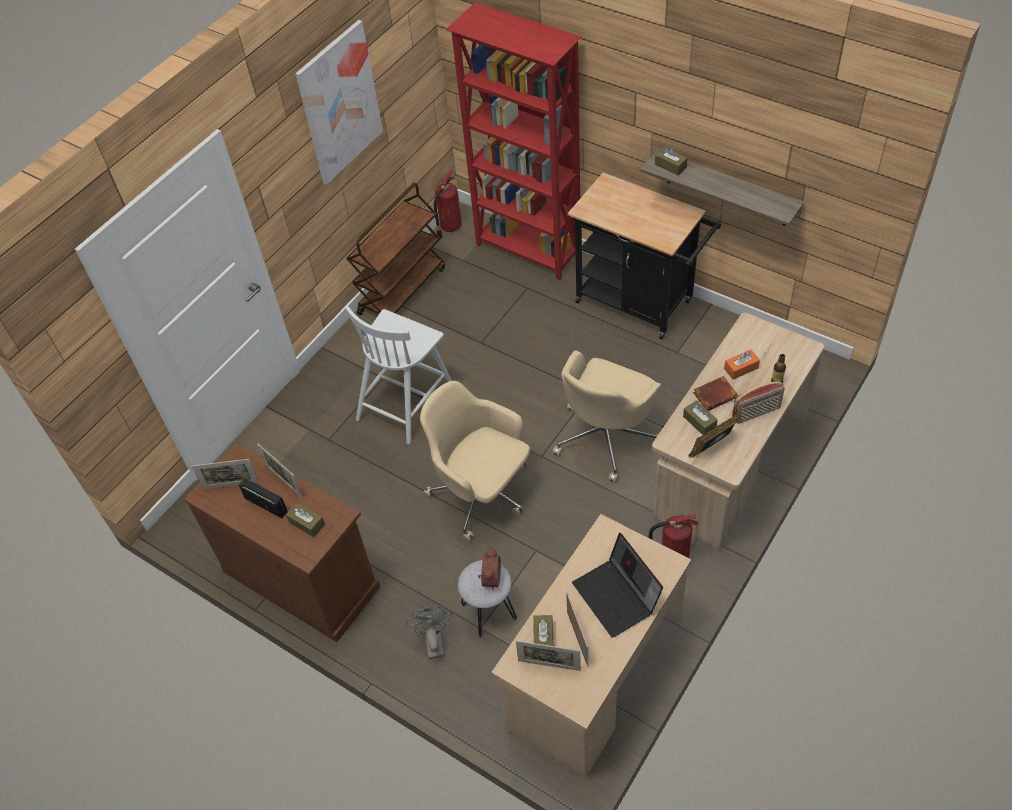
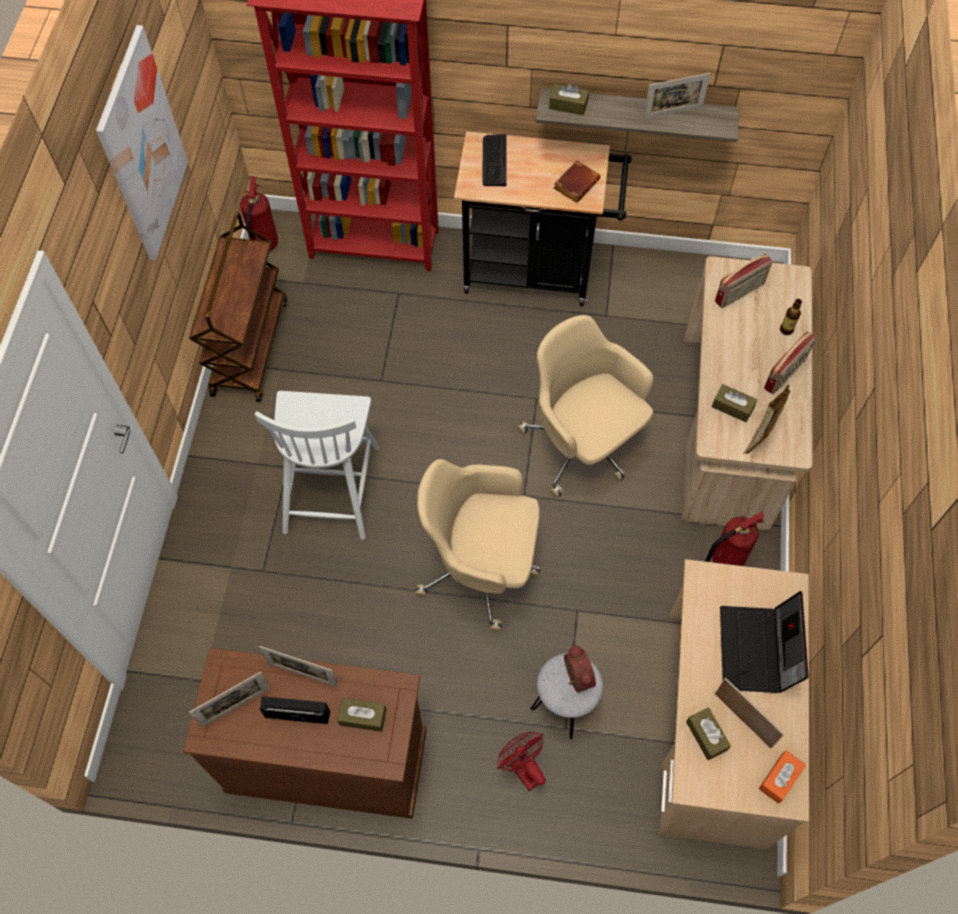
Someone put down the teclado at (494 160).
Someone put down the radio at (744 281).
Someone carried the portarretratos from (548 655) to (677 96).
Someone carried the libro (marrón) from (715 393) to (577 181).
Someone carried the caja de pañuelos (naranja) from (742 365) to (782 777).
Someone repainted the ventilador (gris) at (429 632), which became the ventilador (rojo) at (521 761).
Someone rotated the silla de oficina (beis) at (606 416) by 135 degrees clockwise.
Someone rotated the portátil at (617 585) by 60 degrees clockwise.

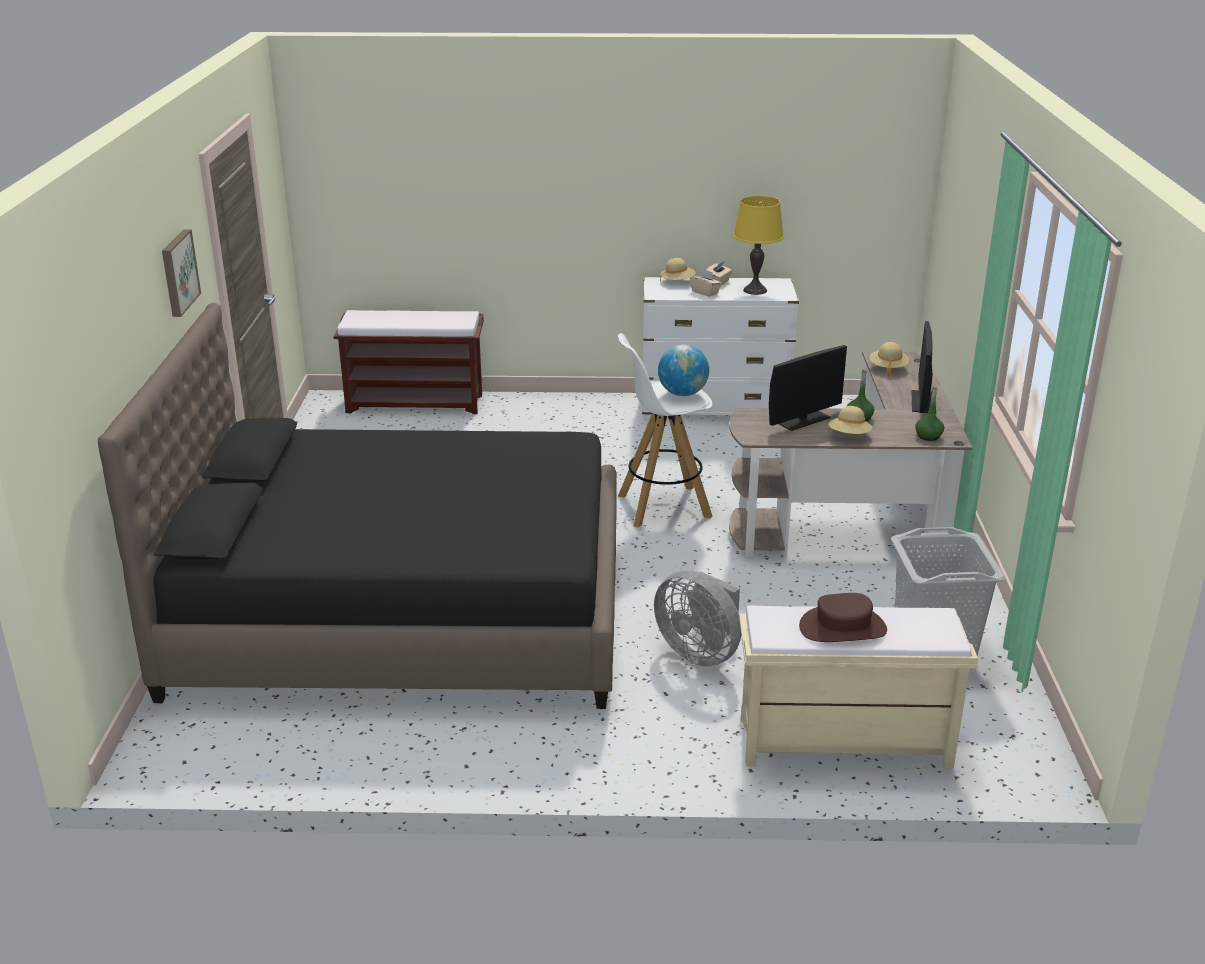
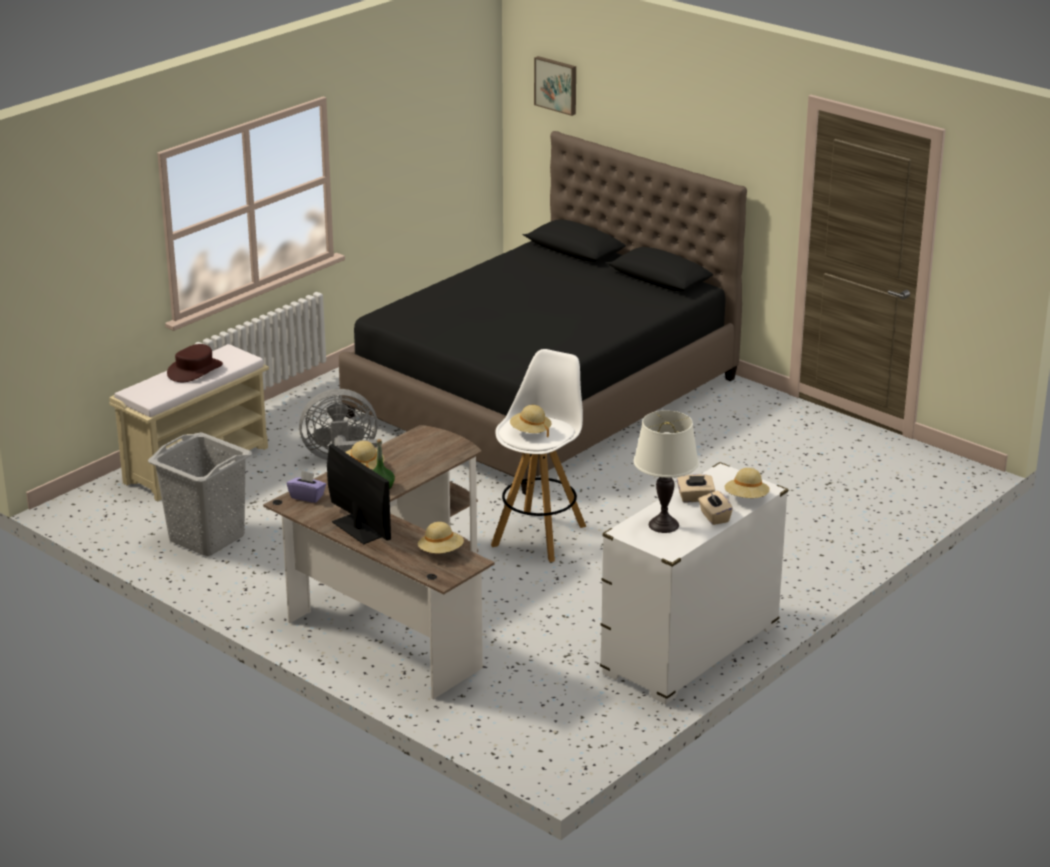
Someone took away the banco (marrón) at (408 362).
Someone took away the monitor at (808 388).
Someone carried the cuadro from (181 273) to (555 86).
Someone swapped the globo terráqueo at (683 370) for the sombrero (beis) at (530 421).
Someone swapped the botella (verde) at (929 413) for the caja de pañuelos (morado) at (306 486).
Someone repainted the lámpara de mesa (amarillo) at (758 245), which became the lámpara de mesa (blanco) at (666 471).

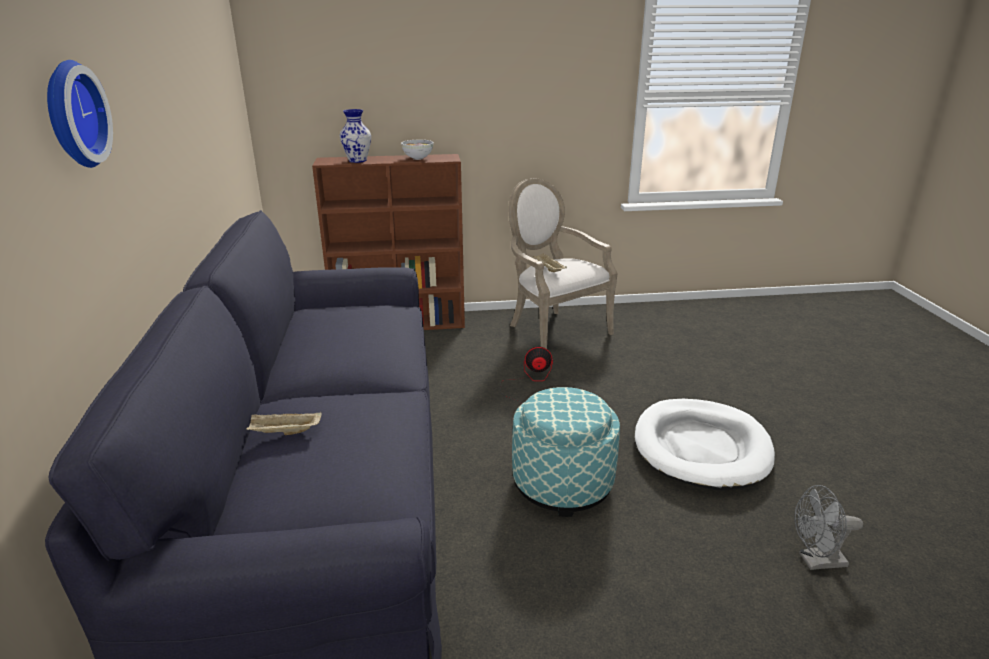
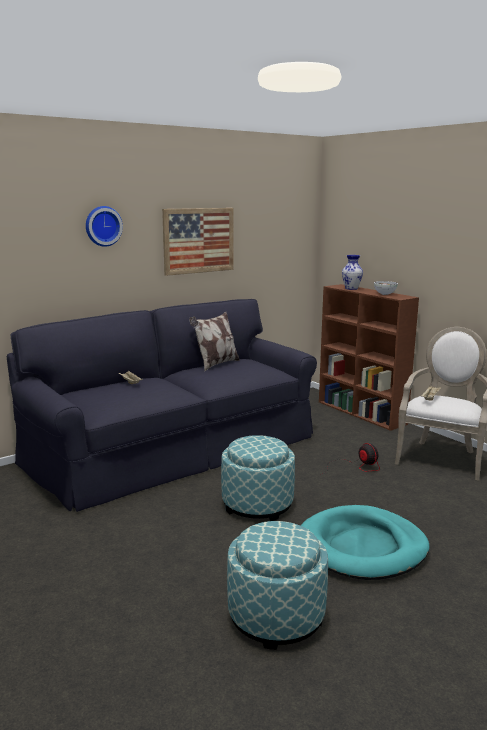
Someone put up the cuadro at (197 242).
Someone put down the cojín at (214 341).
Someone swapped the ventilador (gris) at (828 527) for the puf at (277 585).
Someone repainted the cama para perro (blanco) at (705 445), which became the cama para perro (turquesa) at (365 542).

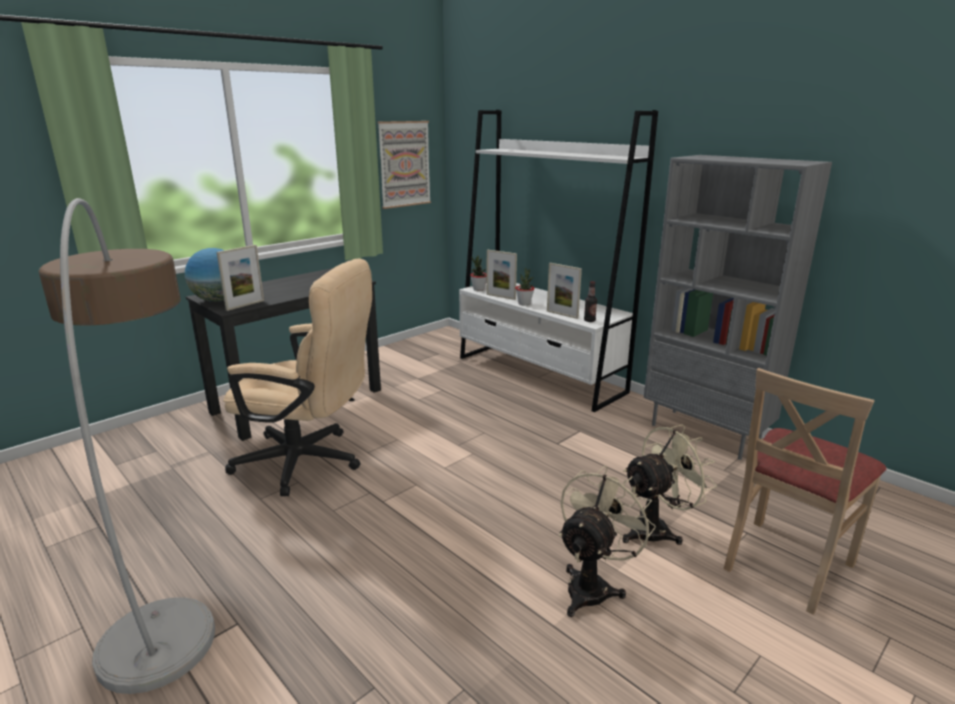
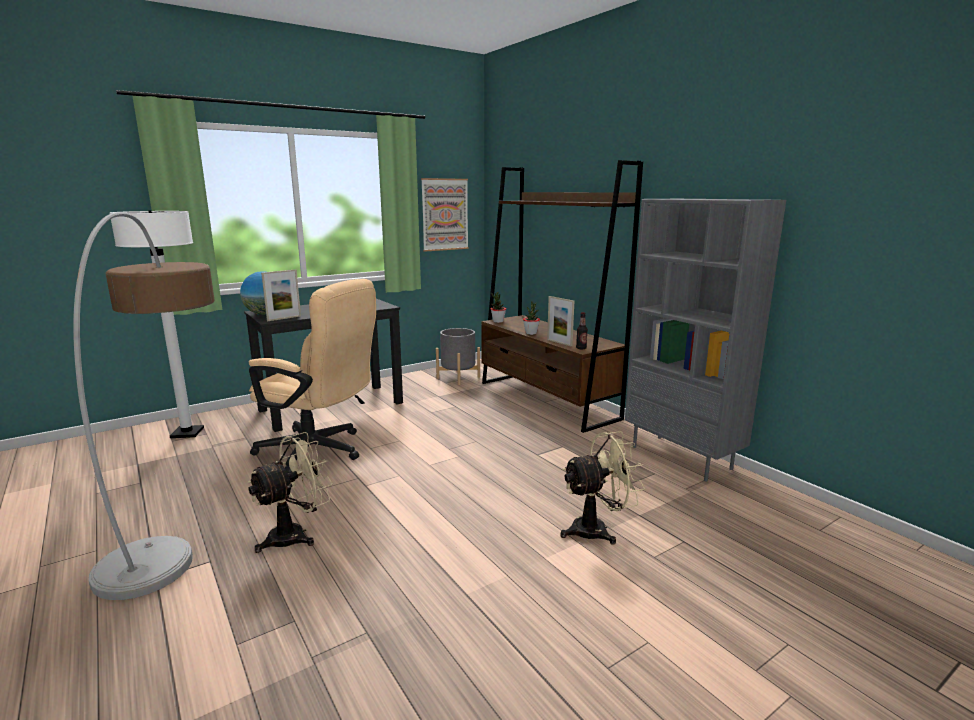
Someone took away the portarretratos at (501 275).
Someone took away the silla (beis) at (805 491).
Someone put down the lámpara de pie (blanco) at (157 324).
Someone put down the maceta (gris) at (458 356).
Someone carried the ventilador (beis) from (607 541) to (290 492).
Someone repainted the estantería (blanco) at (558 261), which became the estantería (marrón) at (562 296).

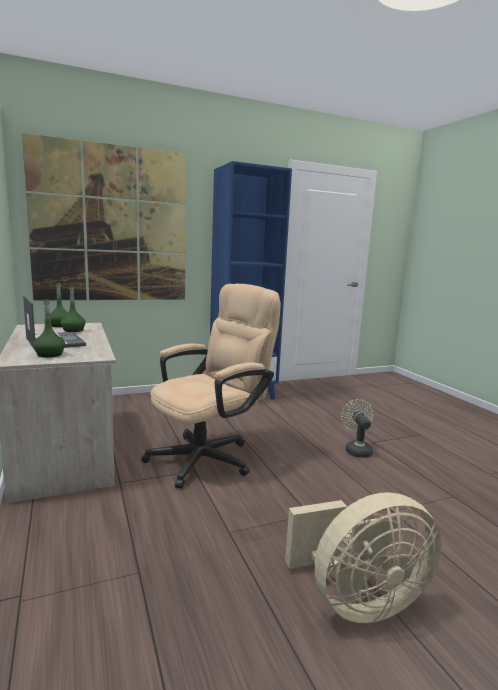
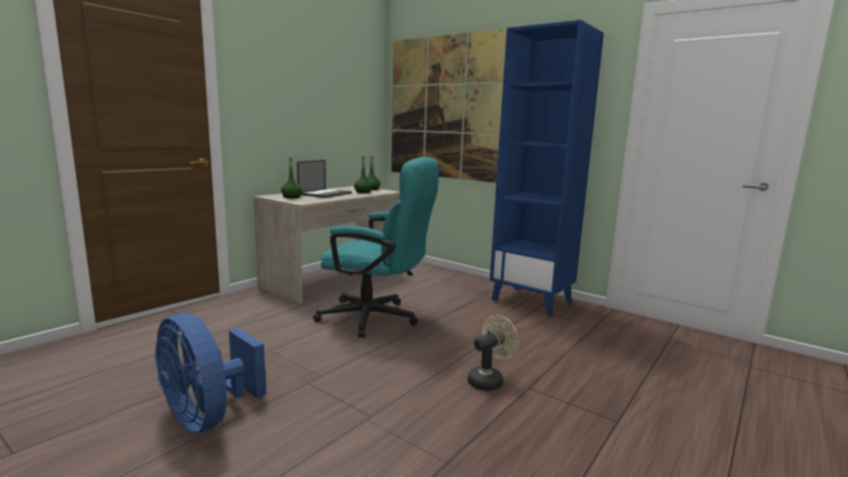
Someone repainted the silla de oficina (beis) at (211 386), which became the silla de oficina (turquesa) at (376 247).
Someone repainted the ventilador (beis) at (363 557), which became the ventilador (azul) at (210 373).

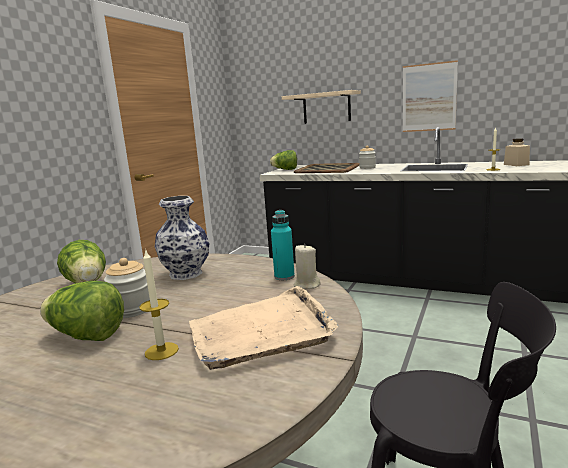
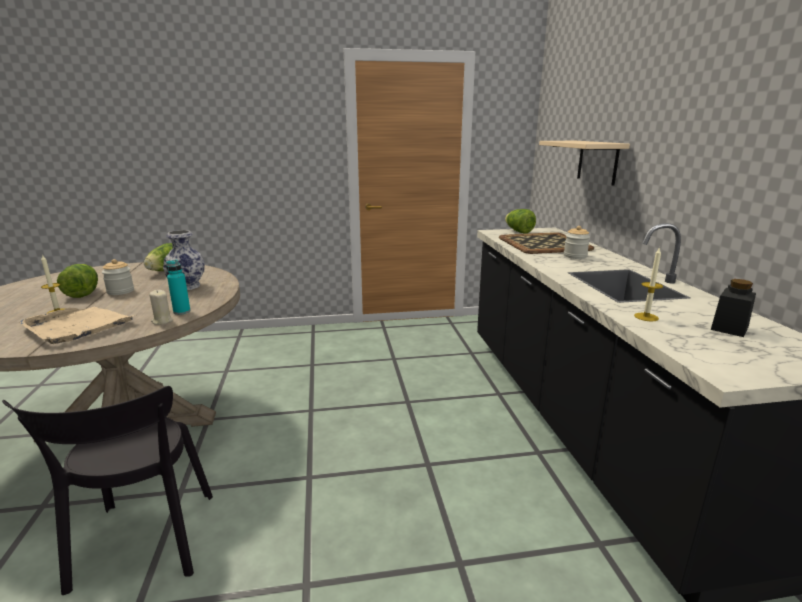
Someone took away the cuadro at (430 96).
Someone repainted the tarro (beis) at (517 152), which became the tarro (negro) at (733 308).

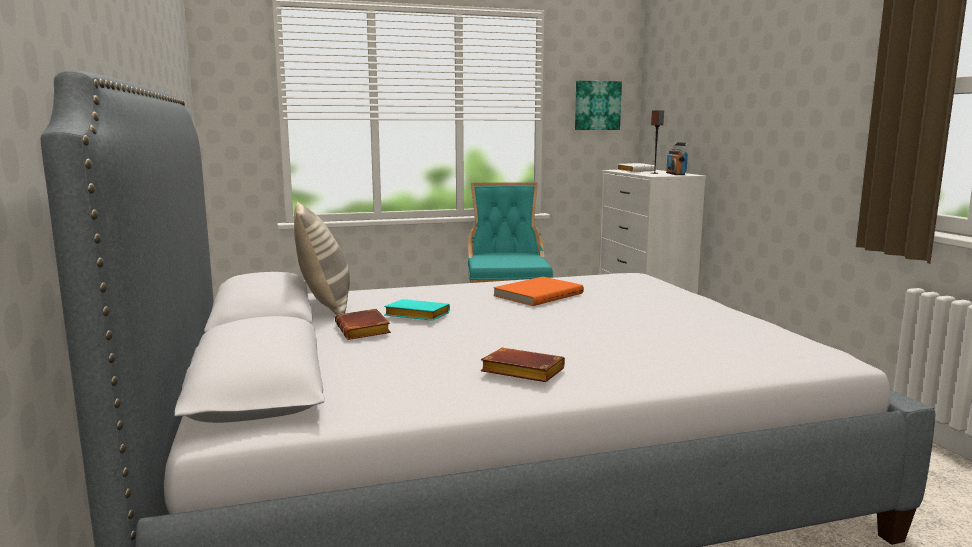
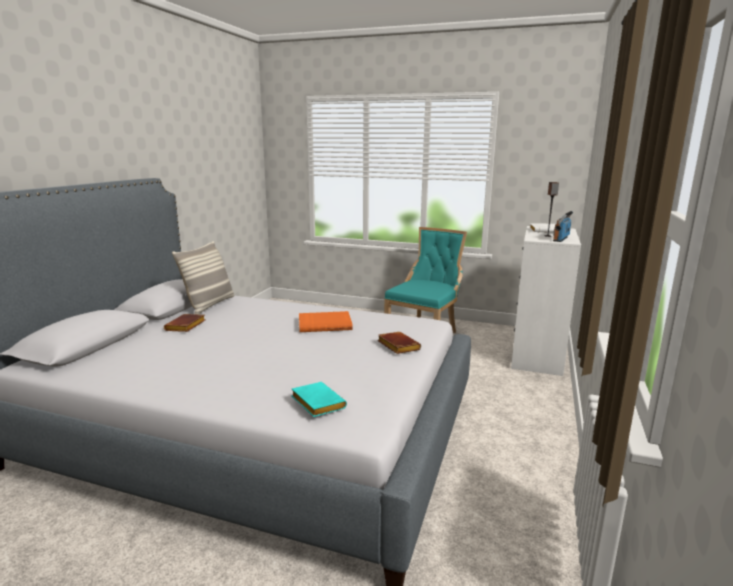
Someone took away the cuadro at (598 105).
Someone carried the libro (turquesa) from (417 310) to (319 399).
Someone carried the libro (marrón) from (523 365) to (399 343).

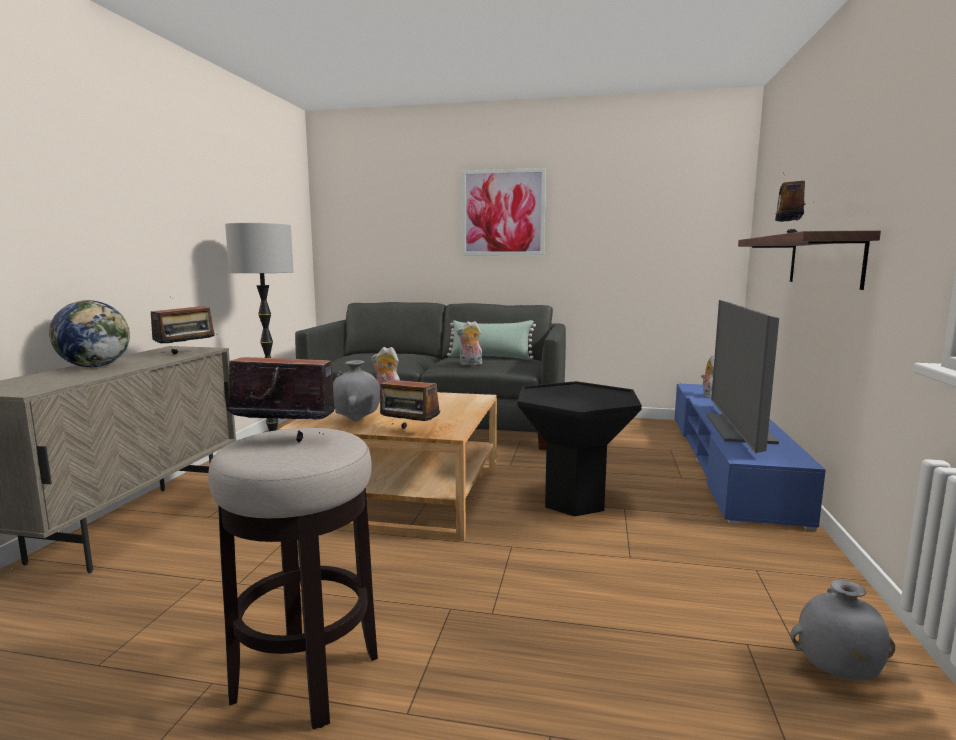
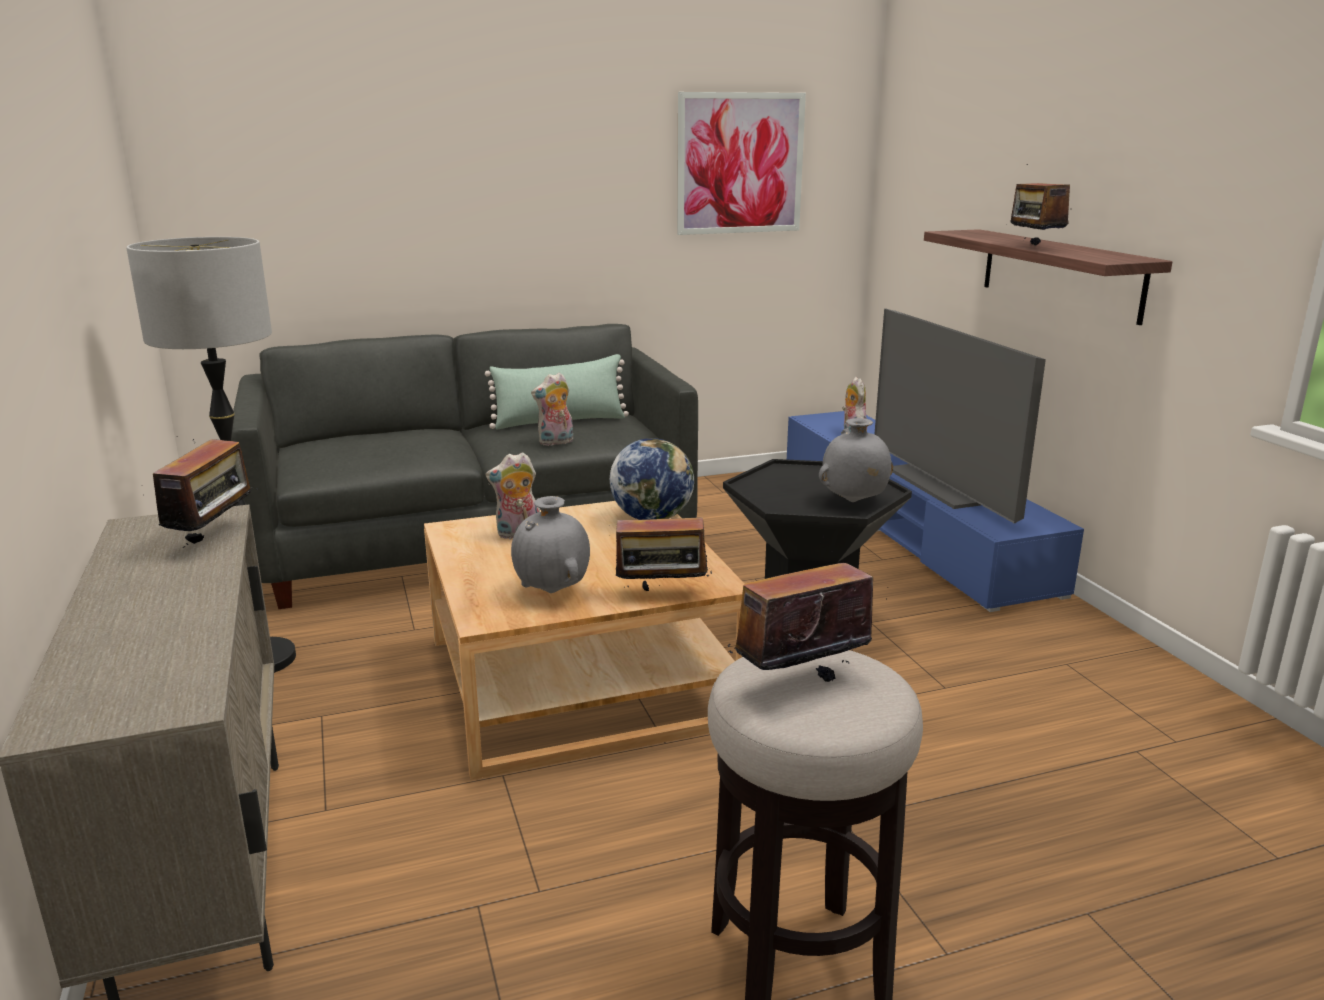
Someone carried the globo terráqueo from (89 333) to (652 479).
Someone carried the cuadro from (504 211) to (741 163).
Someone carried the florero (gris) from (842 630) to (856 460).

